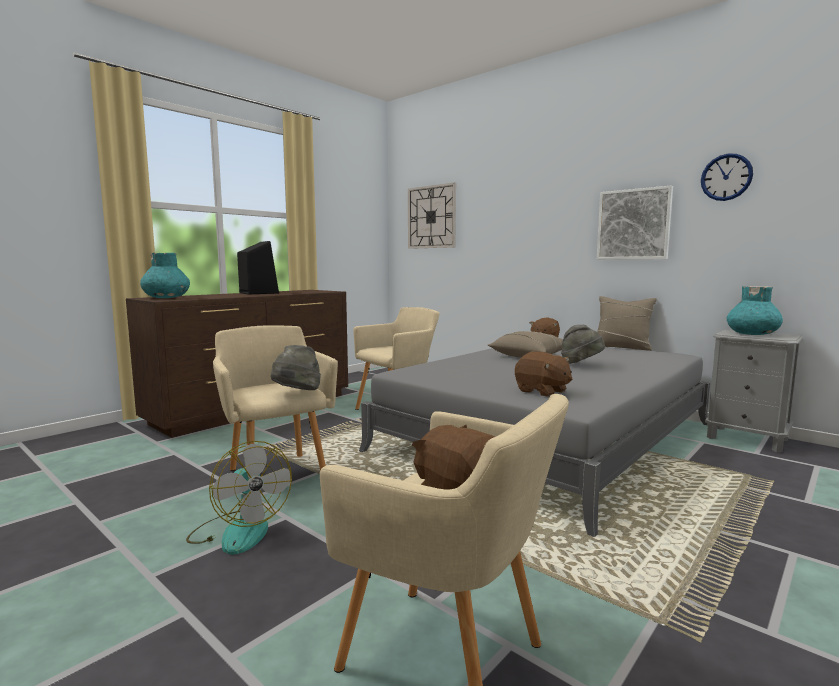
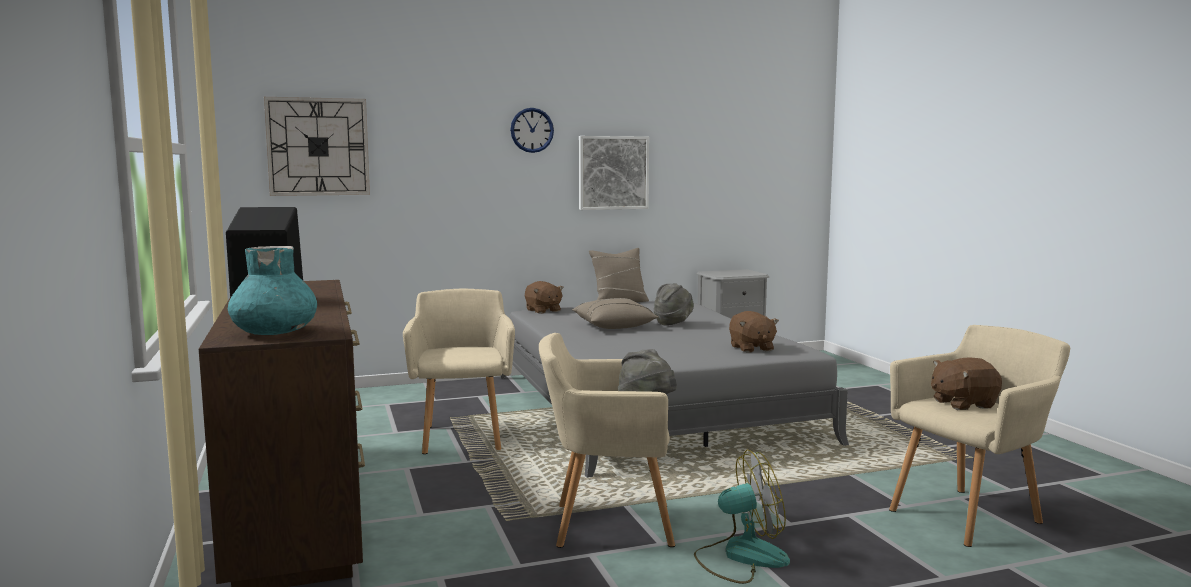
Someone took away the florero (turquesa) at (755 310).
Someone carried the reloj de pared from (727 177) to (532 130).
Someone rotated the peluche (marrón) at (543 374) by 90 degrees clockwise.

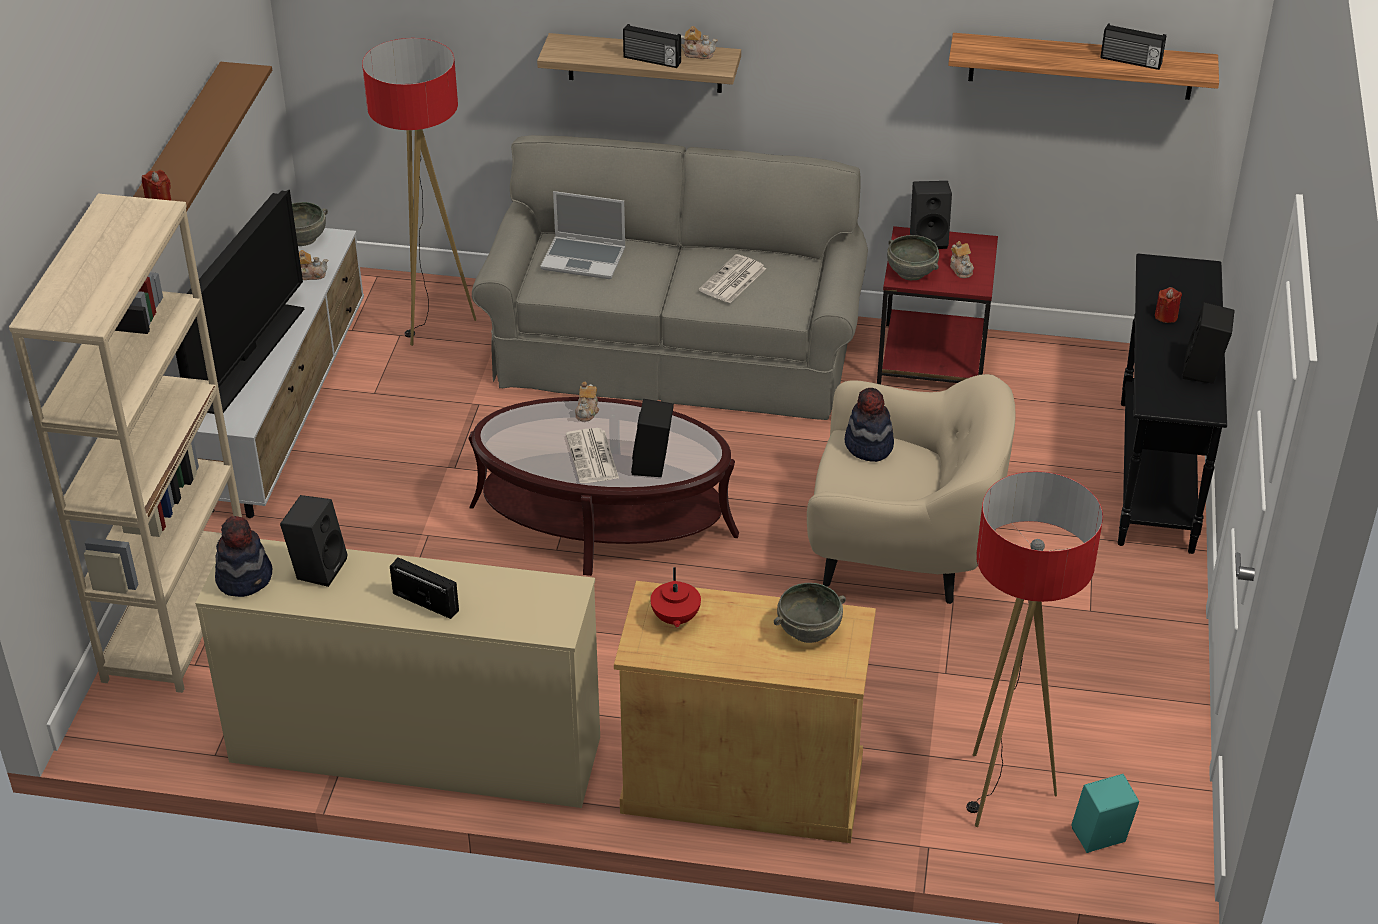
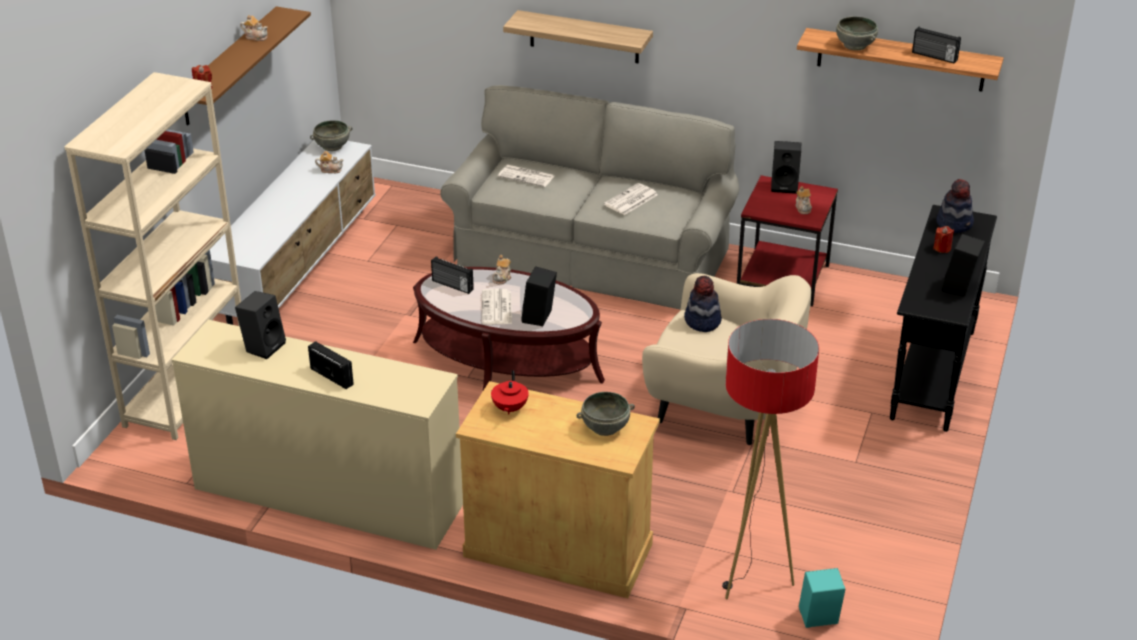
Someone took away the televisor at (240 302).
Someone took away the lámpara de pie at (419 192).
Someone carried the sombrero from (243 556) to (955 206).
Someone carried the radio from (652 46) to (452 275).
Someone carried the tetera from (699 42) to (254 28).
Someone carried the cuenco (gris) from (913 257) to (857 33).
Someone swapped the portátil at (583 235) for the periódico at (526 176).

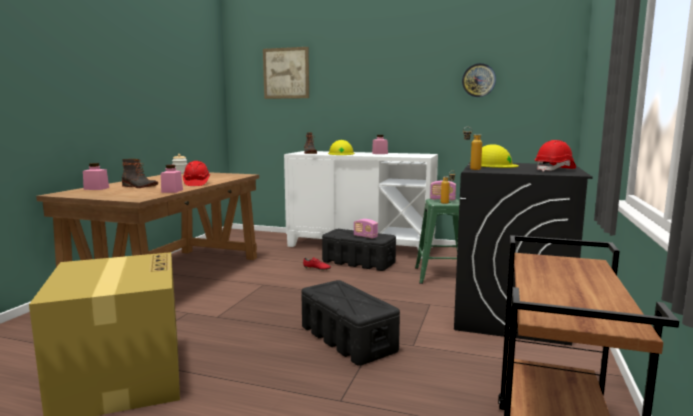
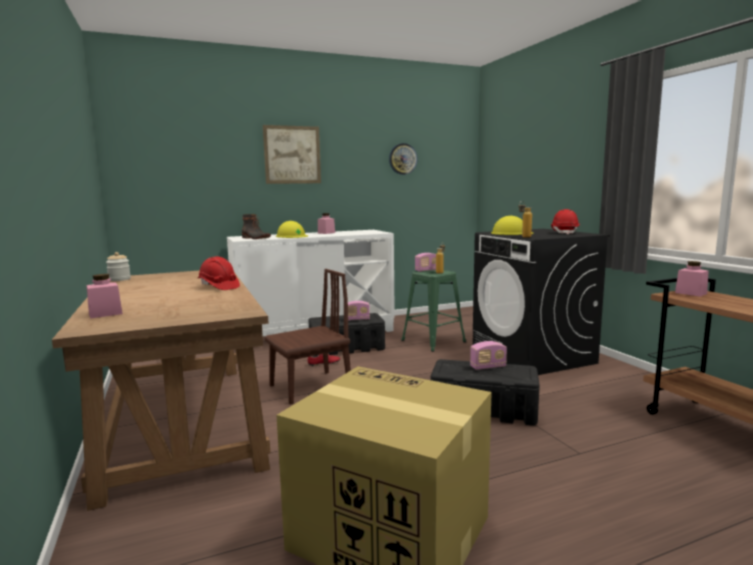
Someone took away the bota at (140 173).
Someone put down the silla (marrón) at (308 337).
Someone put down the radio at (488 355).
Someone carried the tarro (rosa) from (172 179) to (691 279).
Someone carried the cuadro from (286 73) to (292 154).

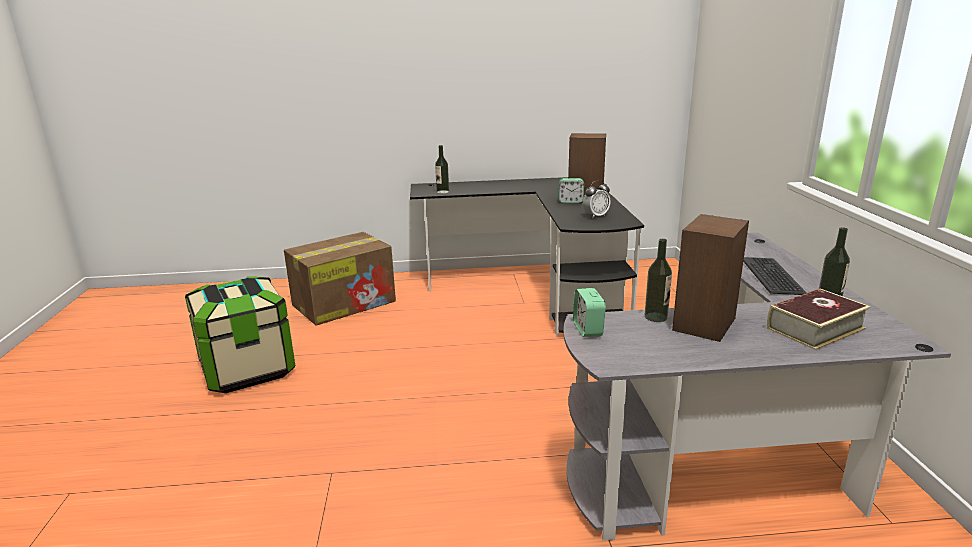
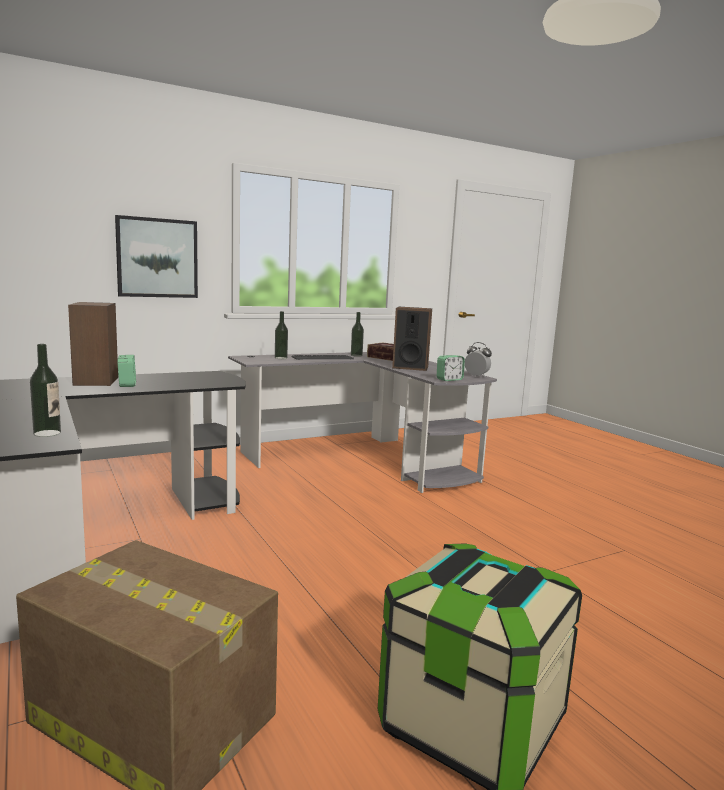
Someone put up the cuadro at (156 256).
Someone carried the despertador from (597 199) to (478 359).
Someone carried the botella from (658 280) to (281 335).

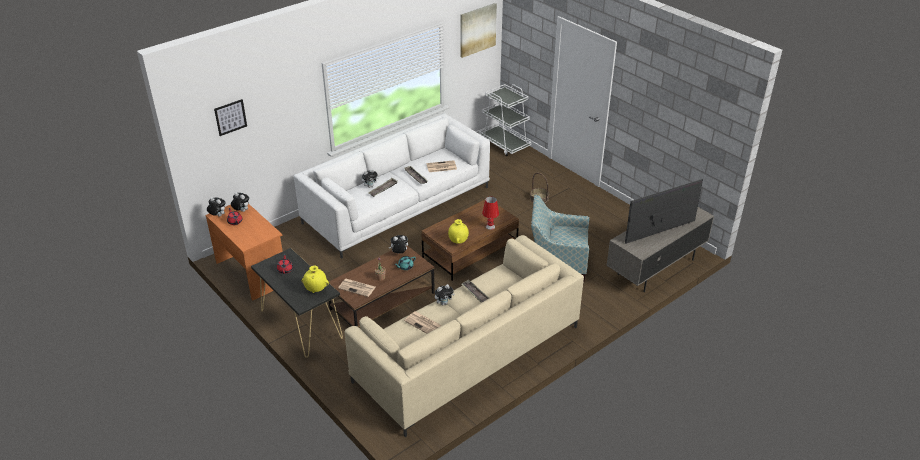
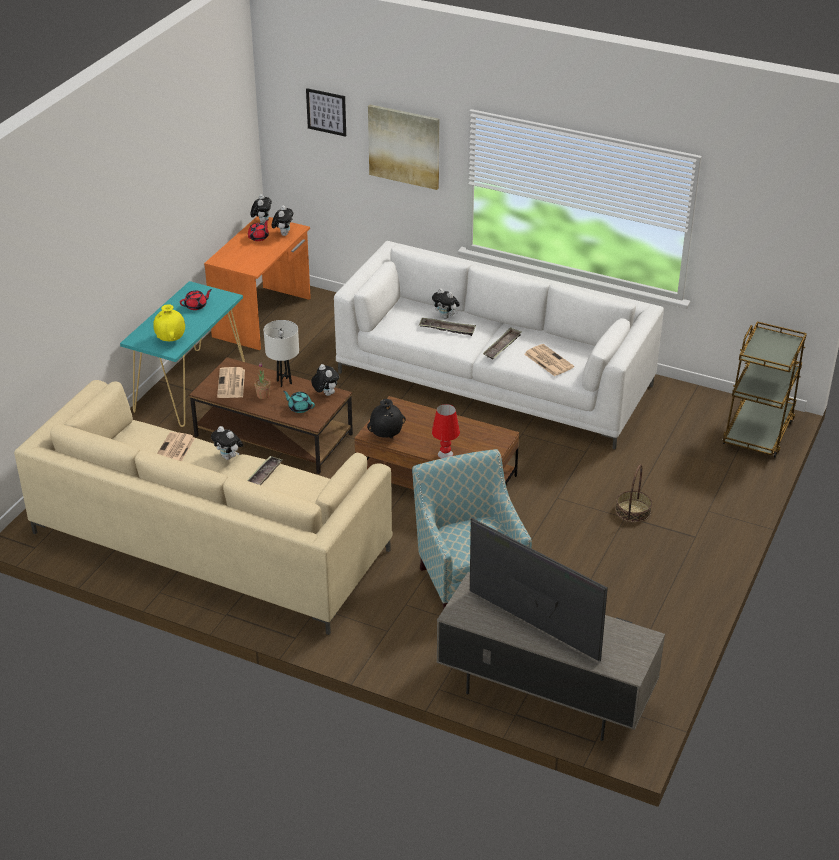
Someone put down the lámpara de mesa (blanco) at (281 353).
Someone carried the cuadro from (478 30) to (403 147).
Someone repainted the mesa consola (negro) at (297 303), which became the mesa consola (turquesa) at (182 354).
Someone repainted the florero (amarillo) at (458 231), which became the florero (negro) at (386 418).
Someone repainted the carrito (blanco) at (505 120), which became the carrito (marrón) at (764 390).

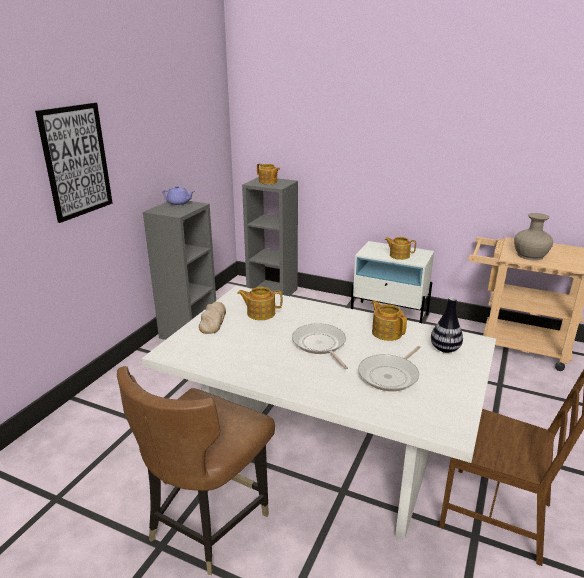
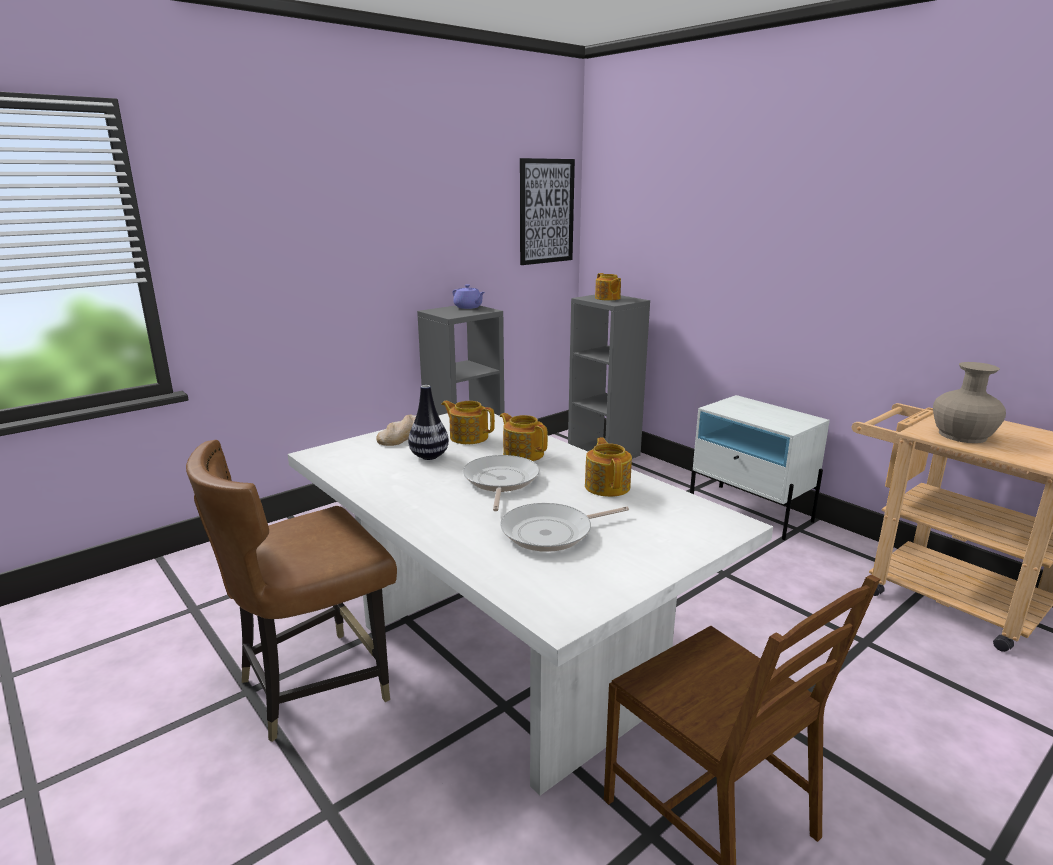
Someone carried the cuadro from (74 162) to (547 211).
Someone carried the tetera from (400 248) to (524 437).
Someone carried the florero from (447 325) to (428 422).

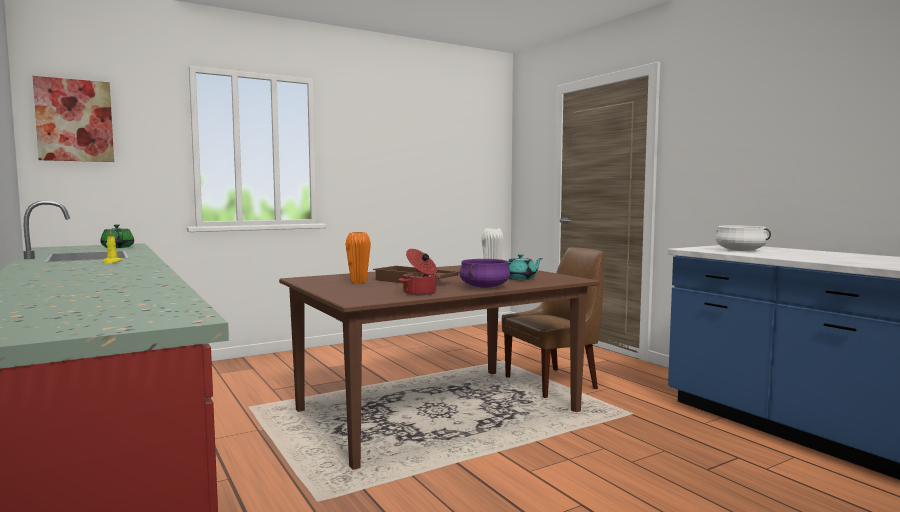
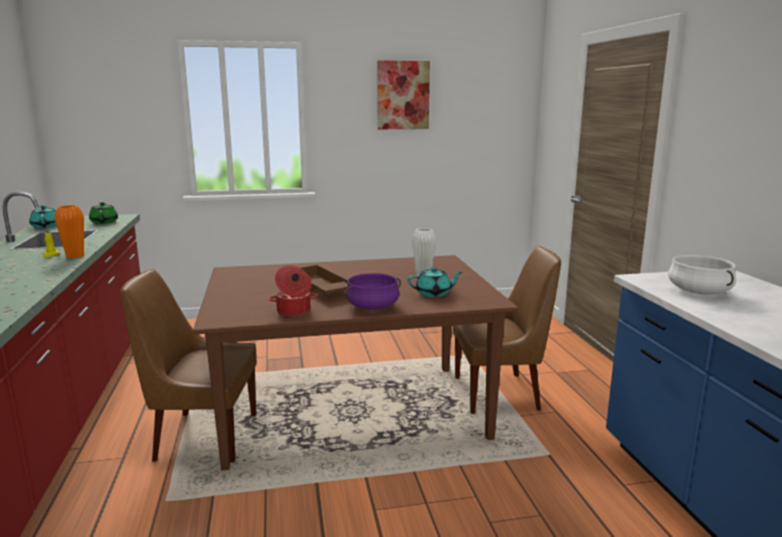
Someone put down the tetera (turquesa) at (43 217).
Someone put down the silla (marrón) at (189 365).
Someone carried the cuadro from (73 119) to (403 94).
Someone carried the florero (naranja) from (358 257) to (69 231).

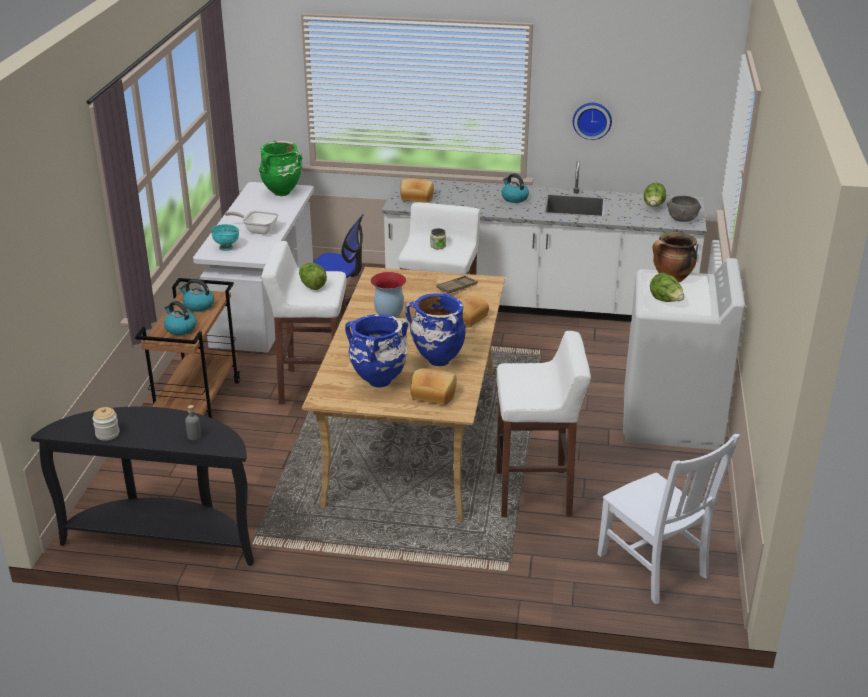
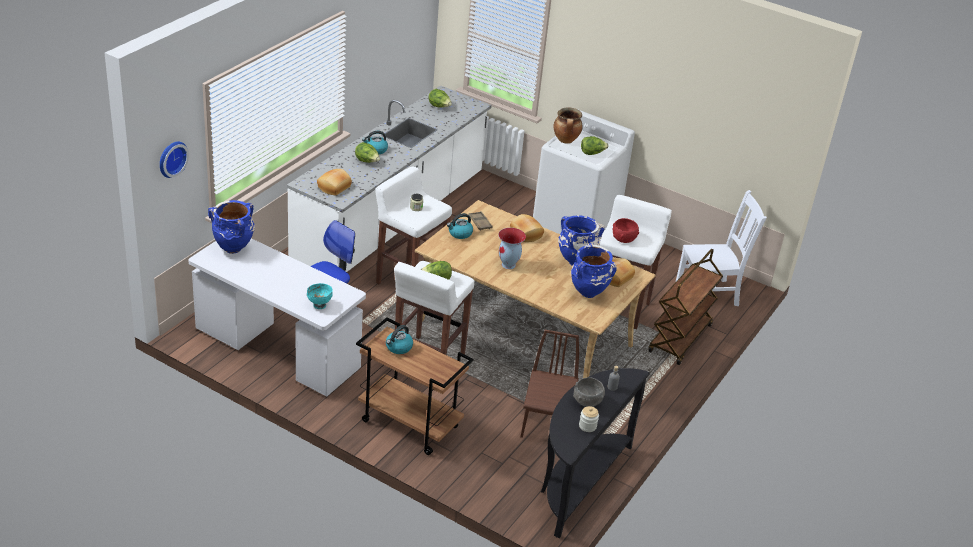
Someone took away the sartén at (252 222).
Someone put down the lechuga at (367 152).
Someone put down the silla (marrón) at (549 384).
Someone put down the cuenco (rojo) at (626 230).
Someone put down the carrito (marrón) at (685 307).
Someone carried the hervidor from (180 318) to (460 226).
Someone carried the reloj de pared from (592 121) to (174 159).
Someone carried the cuenco (gris) from (684 209) to (589 392).
Someone repainted the florero (verde) at (280 168), which became the florero (azul) at (231 227).

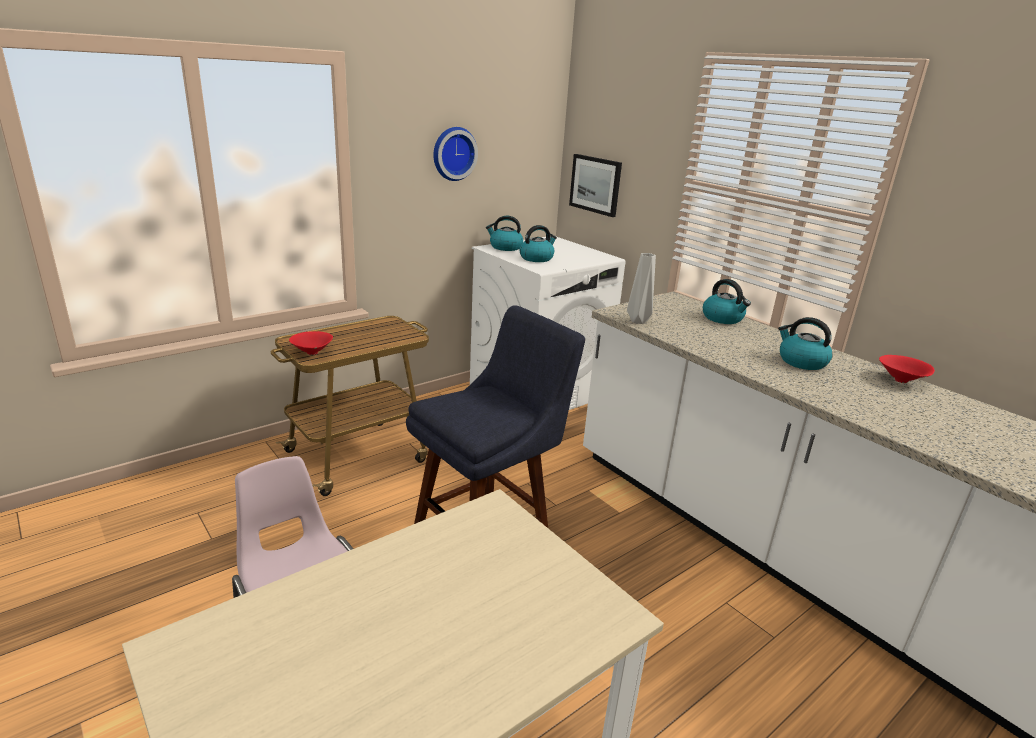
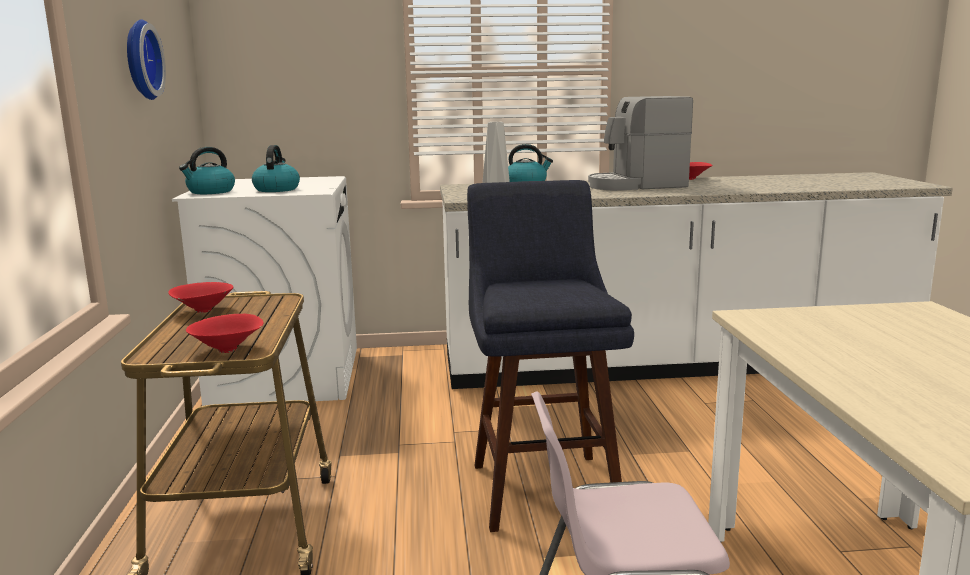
Someone took away the cuadro at (595 185).
Someone put down the cuenco (rojo) at (200 297).
Someone swapped the hervidor at (805 343) for the cafetera at (640 143).

